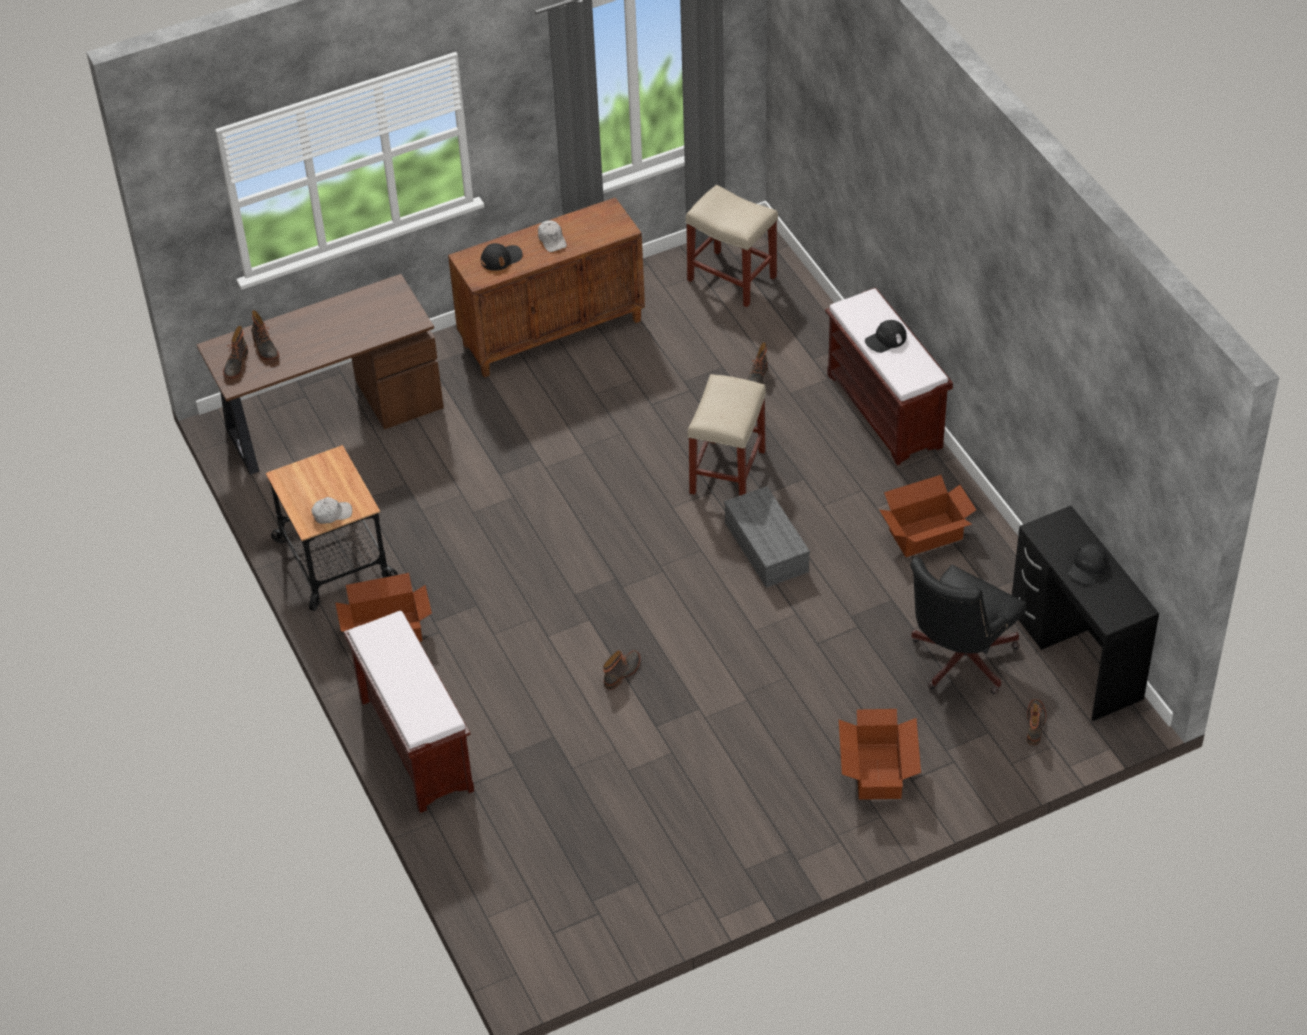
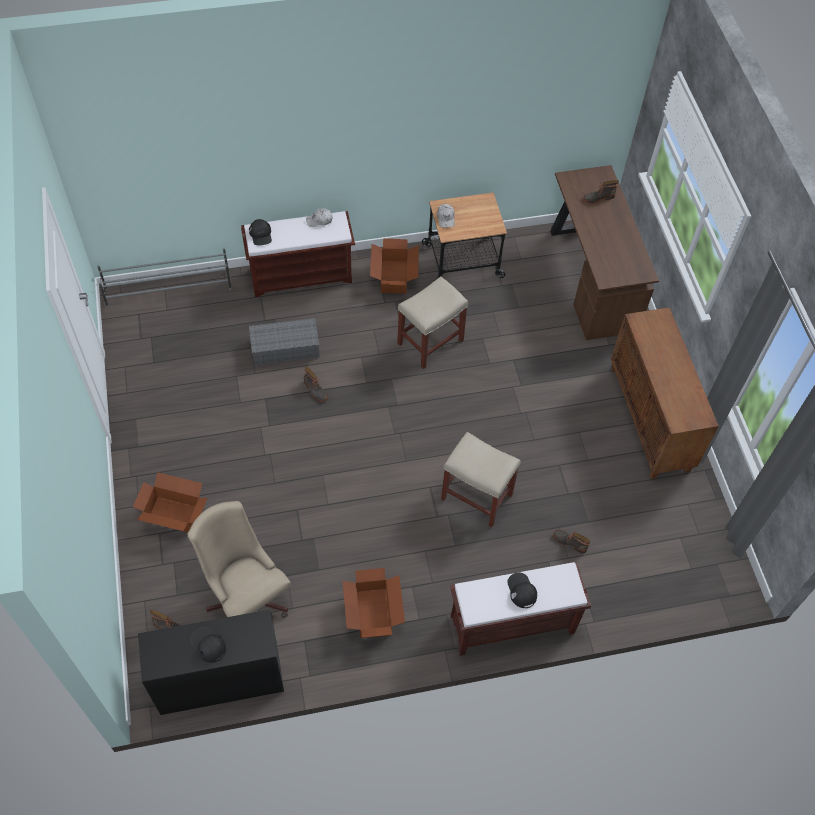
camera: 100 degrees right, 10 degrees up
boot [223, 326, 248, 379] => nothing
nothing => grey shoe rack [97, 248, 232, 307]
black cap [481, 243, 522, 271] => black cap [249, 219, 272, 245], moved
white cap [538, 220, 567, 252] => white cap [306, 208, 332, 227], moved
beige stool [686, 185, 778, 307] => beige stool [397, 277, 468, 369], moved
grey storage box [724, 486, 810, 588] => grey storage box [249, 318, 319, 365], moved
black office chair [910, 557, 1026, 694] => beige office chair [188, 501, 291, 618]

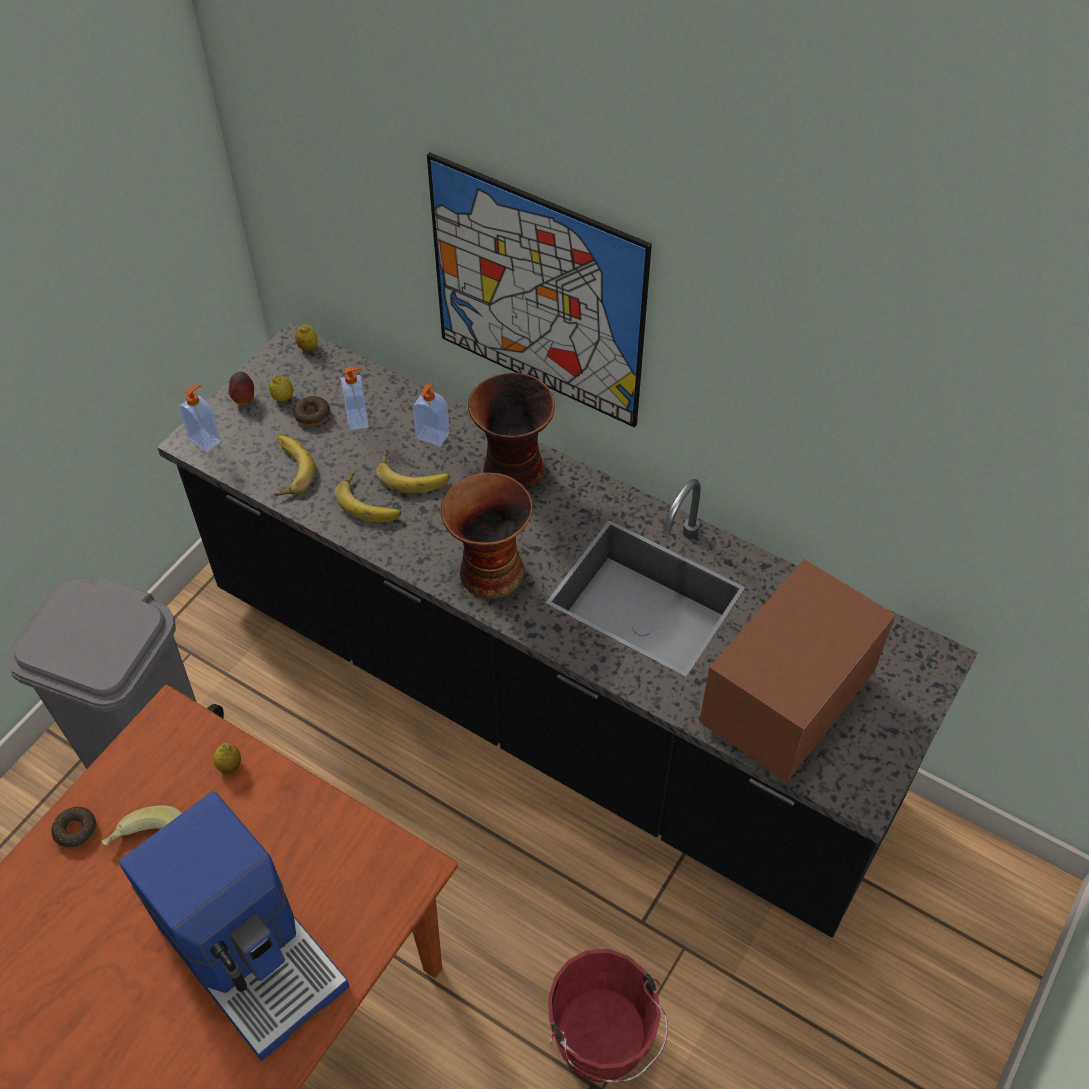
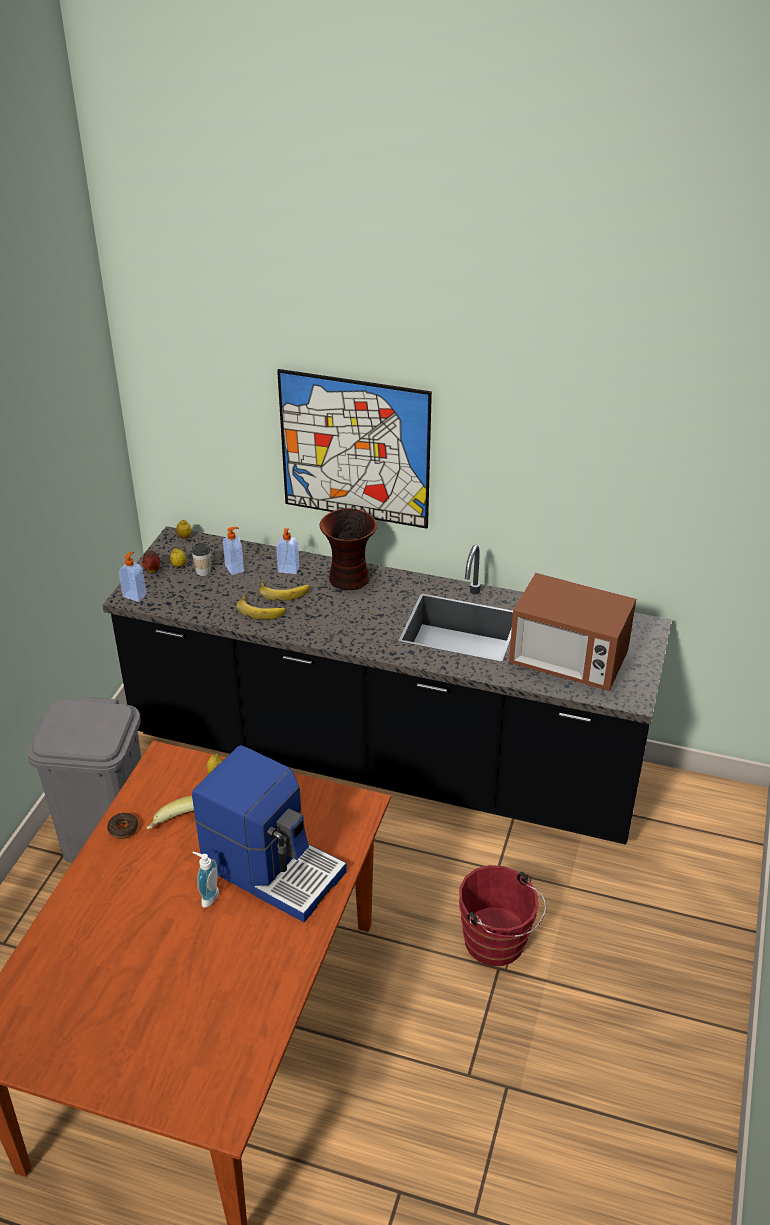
camera: 15 degrees left, 15 degrees down
banana [275, 436, 315, 496] => nothing
vase [441, 472, 533, 599] => nothing
nothing => soap dispenser [192, 852, 219, 908]
donut [293, 396, 330, 427] => cup [191, 543, 211, 576]
microwave [699, 559, 896, 782] => microwave [509, 573, 636, 691], 90 degrees counterclockwise

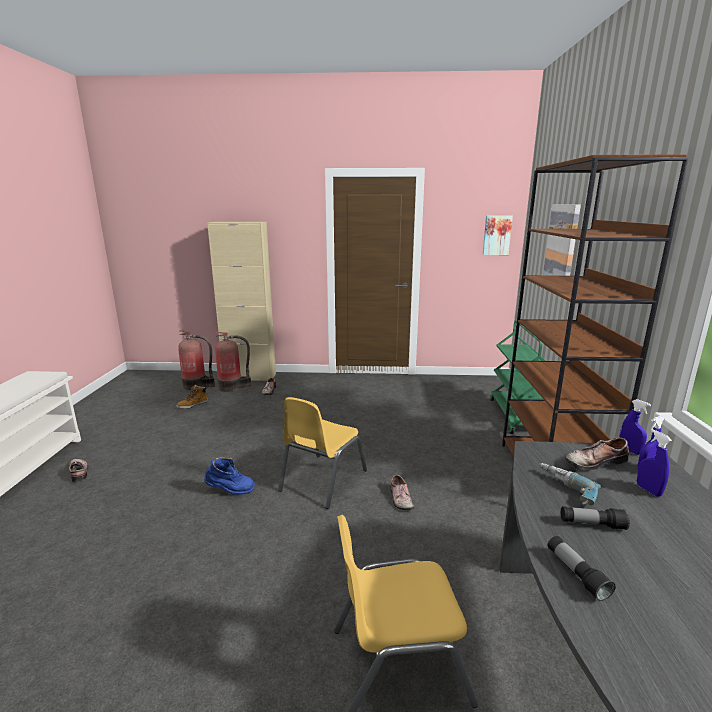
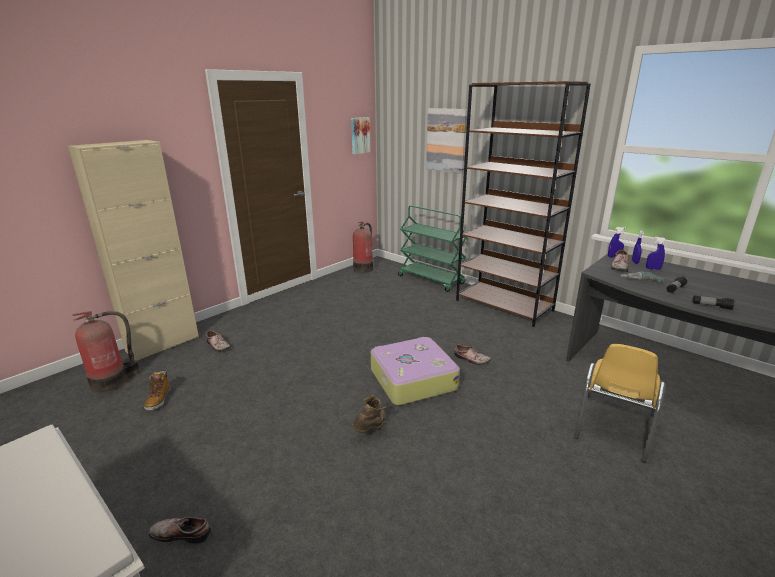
camera: 50 degrees left, 5 degrees up
fire extinguisher [215, 332, 251, 392] => fire extinguisher [353, 221, 373, 273], moved
yellow chair [278, 397, 367, 509] => suitcase [371, 337, 460, 405]
blue boot [204, 457, 255, 495] => brown boot [351, 395, 387, 433]

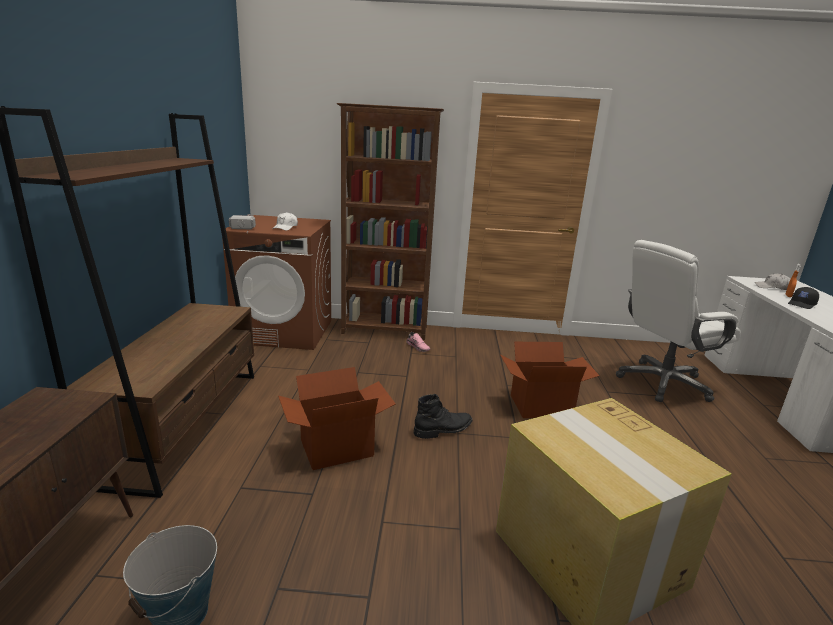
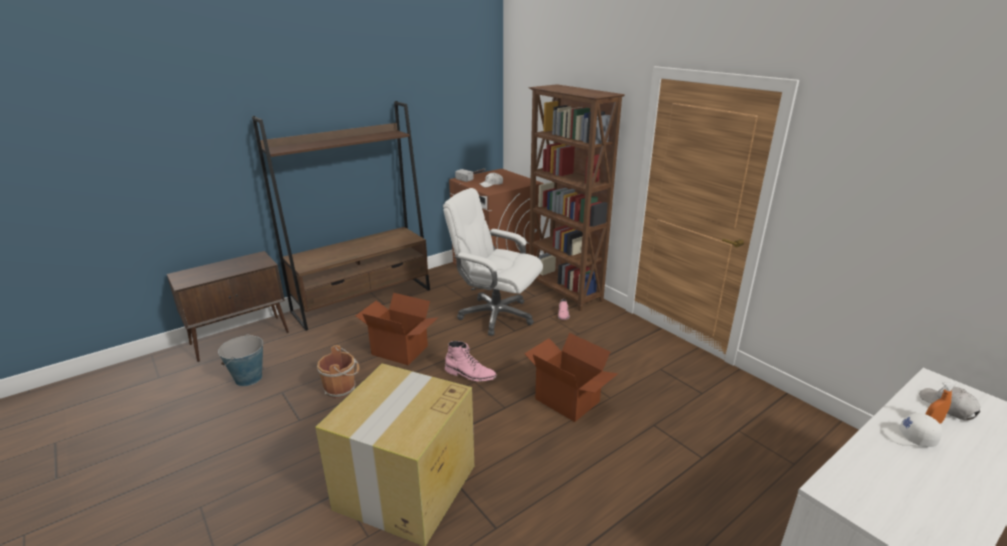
camera: 50 degrees right, 5 degrees up
nothing => brown bucket [317, 345, 360, 398]
white office chair [616, 240, 741, 402] => white office chair [443, 188, 543, 336], moved
black boot [414, 394, 472, 439] => pink boot [445, 341, 497, 382]
black cap [788, 287, 819, 309] => white cap [882, 413, 942, 447]

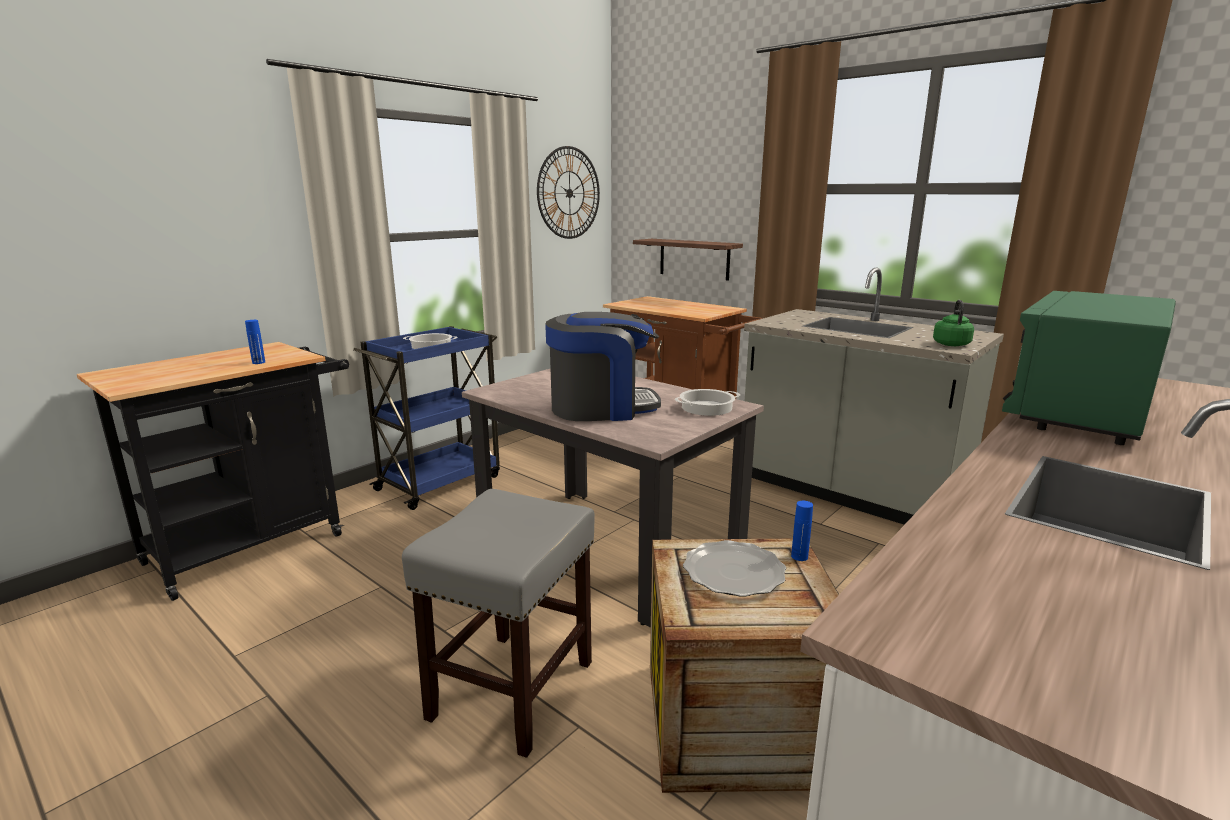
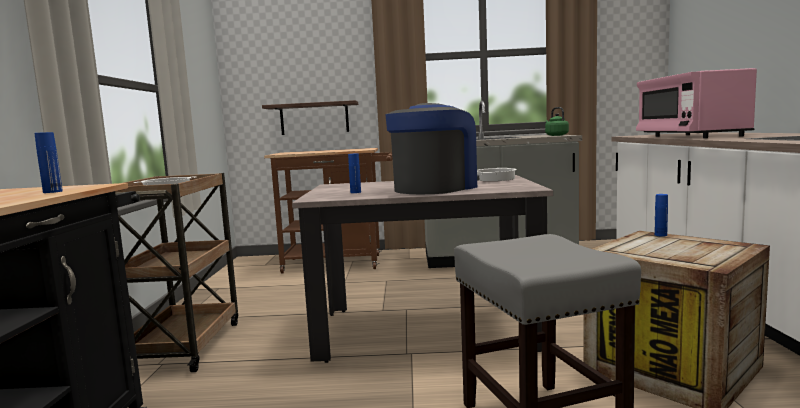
camera: 40 degrees left, 10 degrees down
wall clock [537, 146, 600, 239] => nothing
plate [683, 540, 786, 597] => nothing
nothing => blue bottle [348, 153, 361, 193]
blue cart [353, 326, 500, 510] => brown cart [115, 173, 238, 372]
green microwave [1002, 291, 1176, 445] => pink microwave [636, 68, 757, 138]

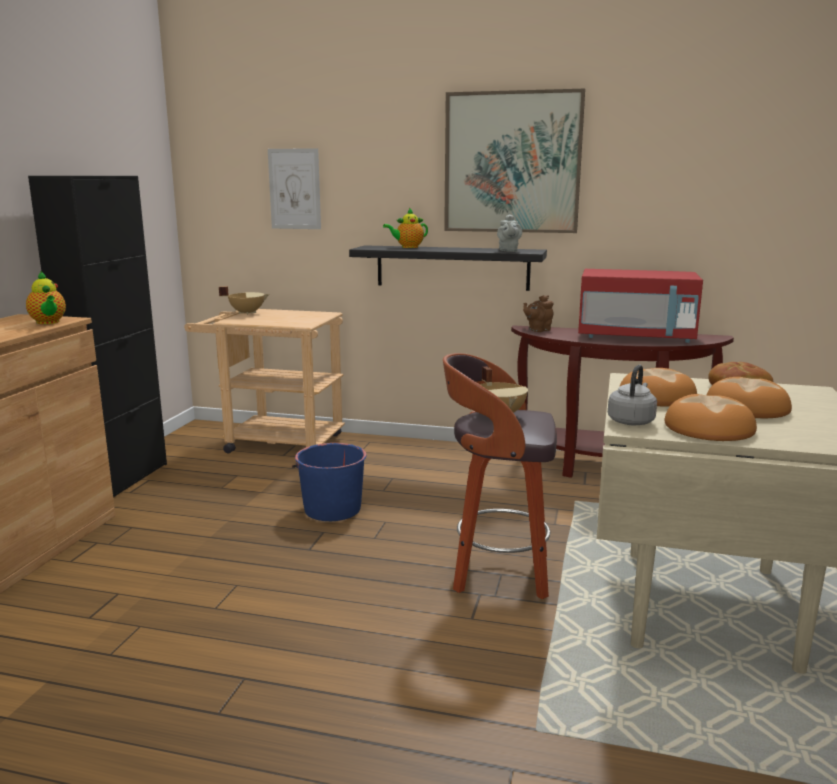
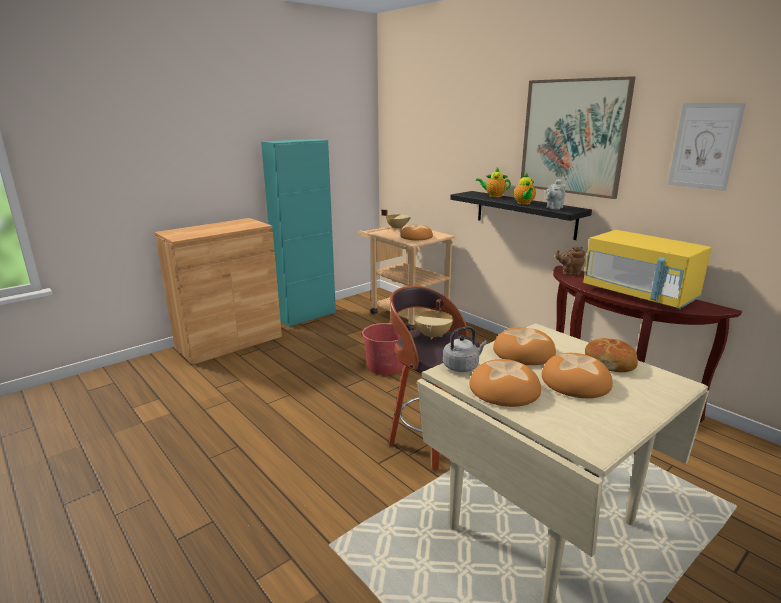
camera: 35 degrees right, 5 degrees up
nothing => bread [400, 224, 433, 240]
teapot [26, 271, 66, 324] => teapot [514, 173, 536, 205], moved
picture [268, 148, 321, 229] => picture [668, 103, 746, 191], moved
black cabinet [28, 176, 167, 497] => turquoise cabinet [261, 139, 336, 327]
blue bucket [292, 443, 367, 521] => red bucket [361, 323, 404, 375]
red microwave [578, 269, 703, 343] => yellow microwave [583, 230, 711, 309]

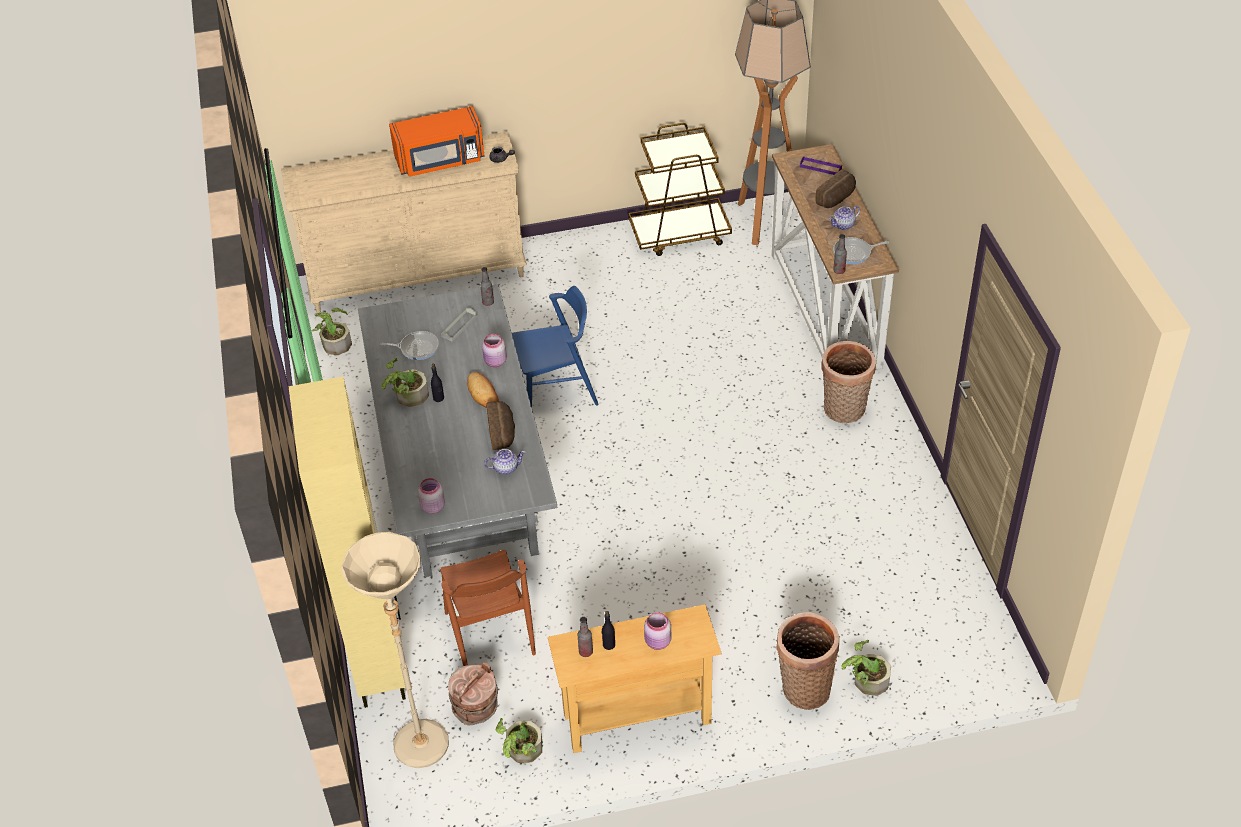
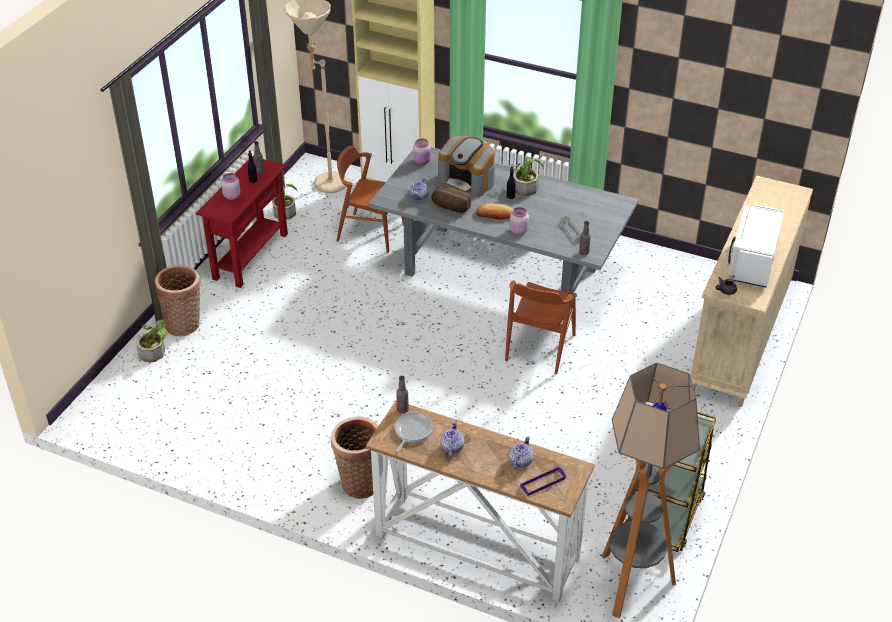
camera: 125 degrees right, 5 degrees down
potted plant [311, 308, 352, 355] => nothing
frying pan [380, 331, 439, 360] => nothing
brown bucket [448, 662, 498, 725] => nothing
bread [815, 169, 856, 208] => nothing
nothing => coffee machine [438, 135, 495, 197]
nothing => teapot [509, 436, 533, 470]
orange microwave [389, 106, 485, 177] => white microwave [728, 204, 785, 288]
blue chair [512, 286, 599, 407] => brown chair [505, 280, 577, 374]
beige console table [548, 604, 721, 753] => red console table [196, 156, 288, 288]

